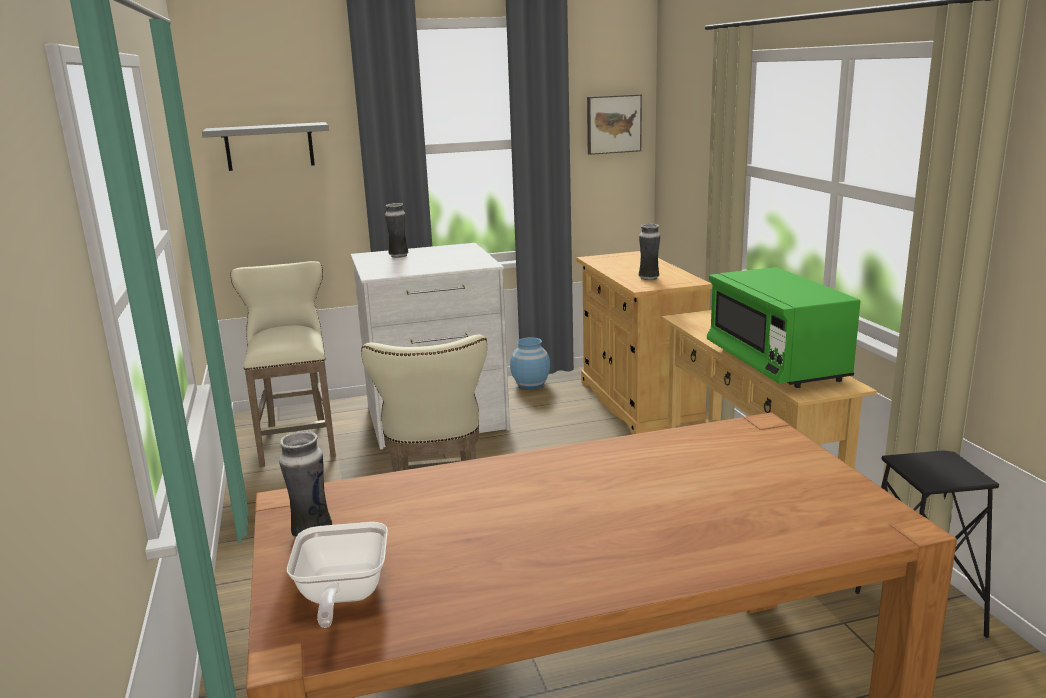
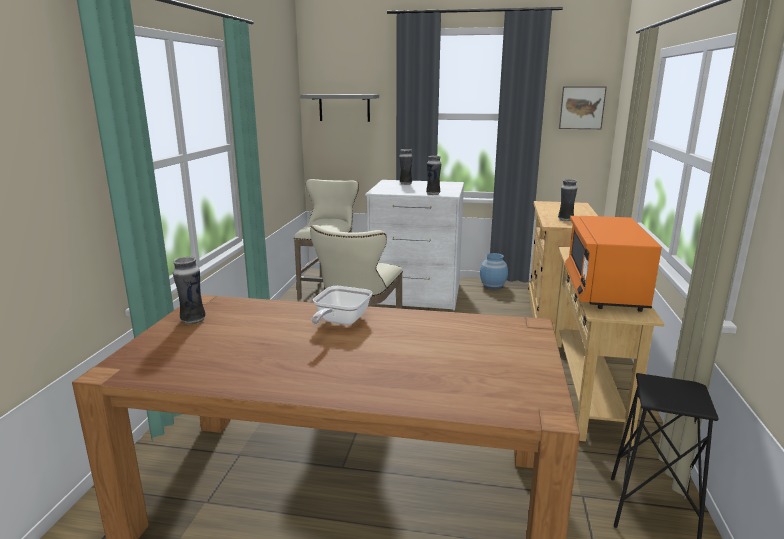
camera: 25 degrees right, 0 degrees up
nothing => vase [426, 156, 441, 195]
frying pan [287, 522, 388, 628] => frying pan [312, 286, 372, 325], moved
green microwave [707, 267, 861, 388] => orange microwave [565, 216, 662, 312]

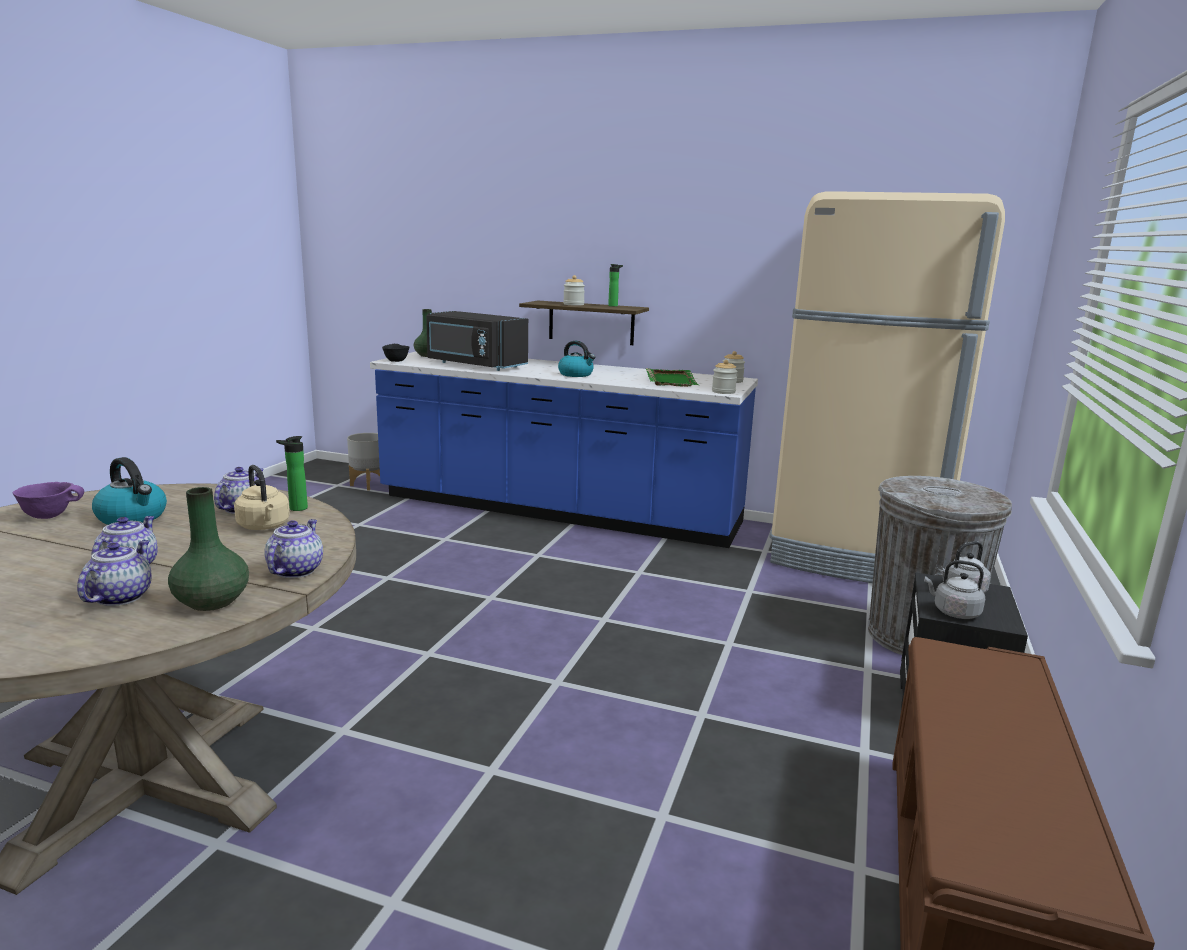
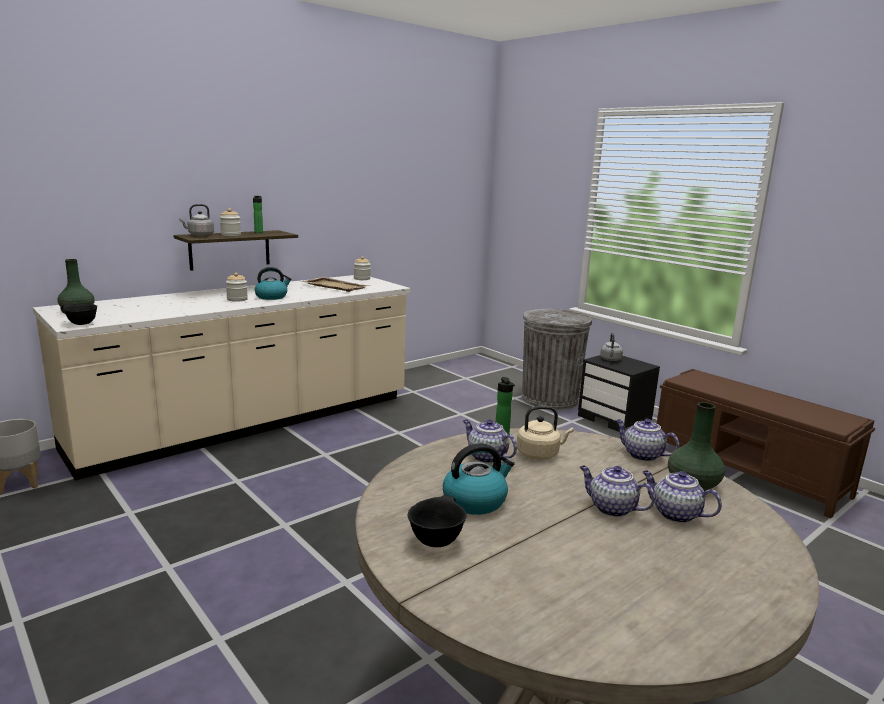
camera: 60 degrees left, 0 degrees up
black microwave [426, 311, 528, 371] => nothing
beige fridge [770, 191, 1005, 583] => nothing
jar [712, 360, 738, 394] => jar [226, 273, 248, 302], moved
grey kettle [924, 560, 985, 619] => grey kettle [179, 204, 214, 236], moved
purple bowl [13, 482, 84, 519] => black bowl [407, 495, 467, 547]
blue counter [370, 352, 758, 548] => beige counter [33, 275, 410, 481]
green tray [646, 368, 699, 387] => beige tray [301, 277, 371, 292]

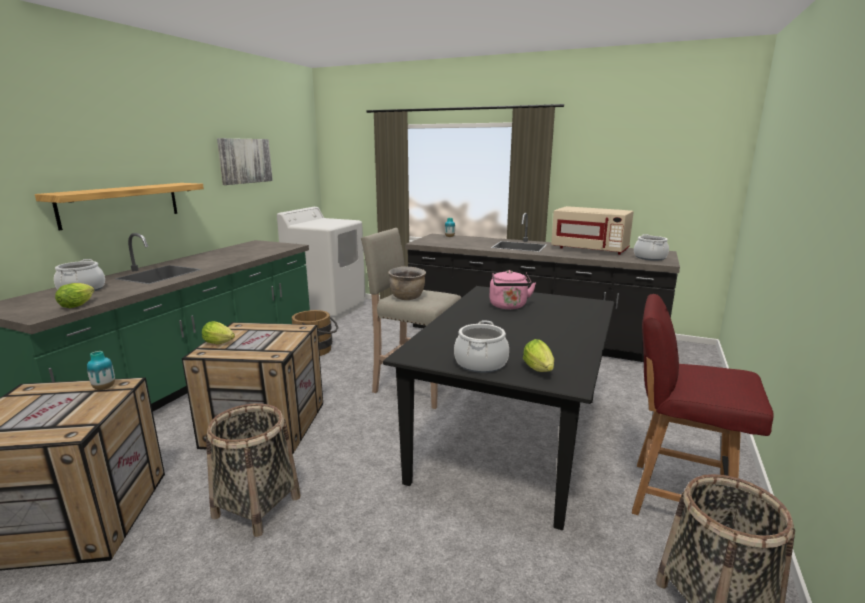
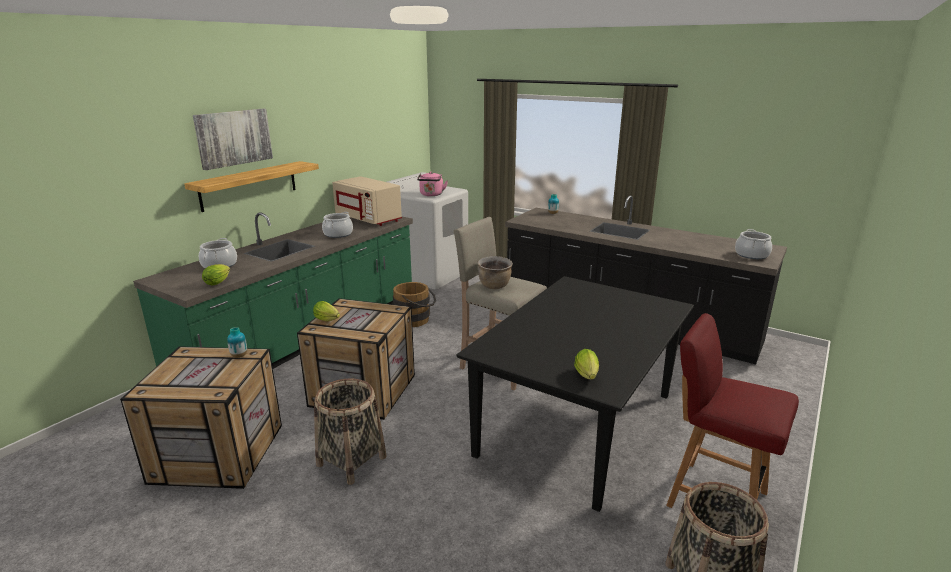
camera: 10 degrees right, 5 degrees up
picture [217, 138, 273, 185] => picture [193, 109, 273, 170], moved
cooking pot [454, 320, 509, 373] => cooking pot [322, 212, 353, 238], moved
pink kettle [490, 270, 536, 309] => pink kettle [417, 172, 448, 196], moved
beige microwave [551, 206, 634, 255] => beige microwave [332, 176, 402, 226], moved

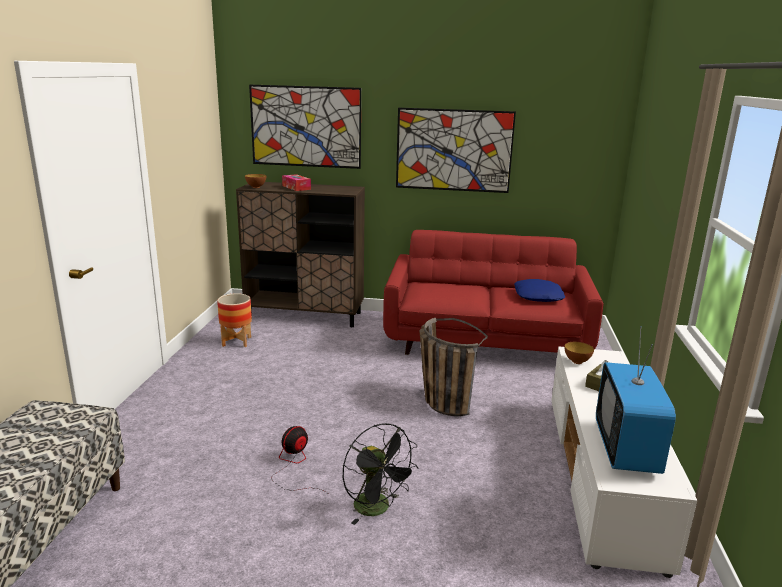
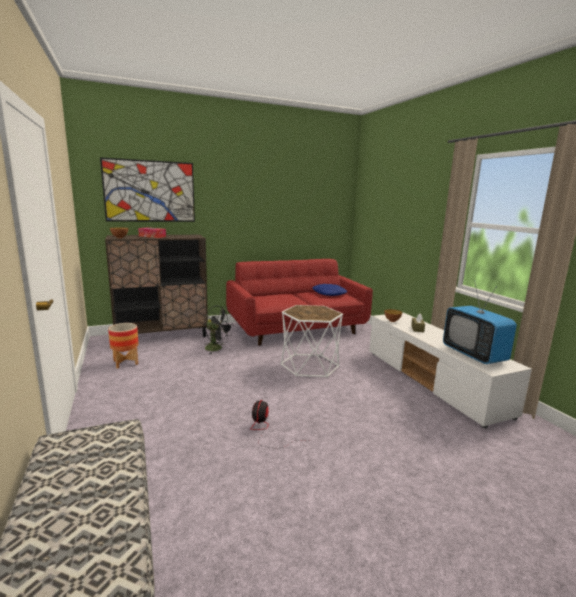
camera: 30 degrees left, 5 degrees down
picture [396, 108, 516, 193] => nothing
black fan [343, 423, 419, 525] => black fan [205, 306, 233, 354], moved
basket [420, 318, 488, 416] => white side table [281, 305, 343, 378]

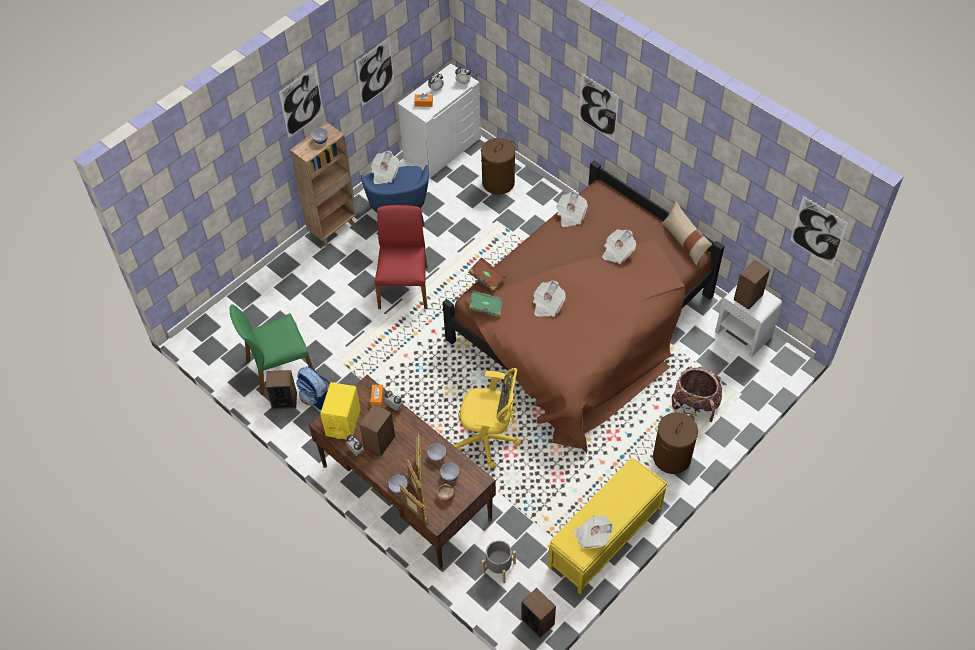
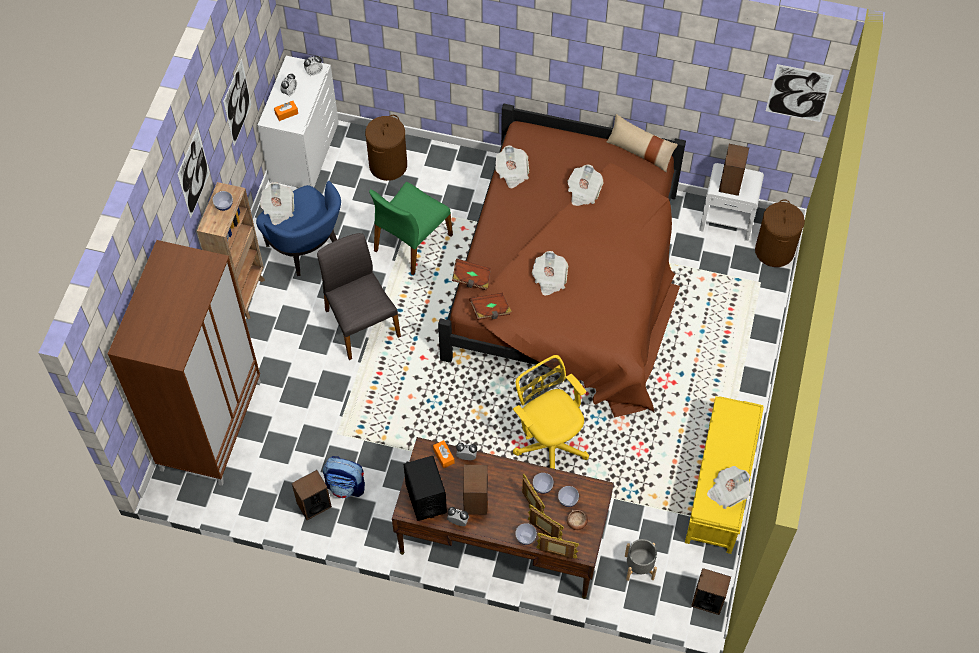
camera: 30 degrees left, 5 degrees up
picture [579, 74, 619, 141] => nothing
backpack [672, 366, 722, 422] => nothing
nothing => brown wardrobe [108, 240, 261, 486]
green chair [229, 304, 313, 395] => green chair [369, 182, 453, 275], moved
brown laundry basket [653, 412, 698, 474] => brown laundry basket [755, 199, 805, 267], moved
yellow speaker [320, 382, 361, 440] => black speaker [404, 456, 447, 521]
red chair [375, 205, 427, 309] => grey chair [317, 233, 401, 360]
green book [468, 290, 503, 318] => brown book [469, 293, 512, 320]
yellow office chair [453, 368, 521, 469] => yellow office chair [513, 355, 589, 469], 105 degrees counterclockwise

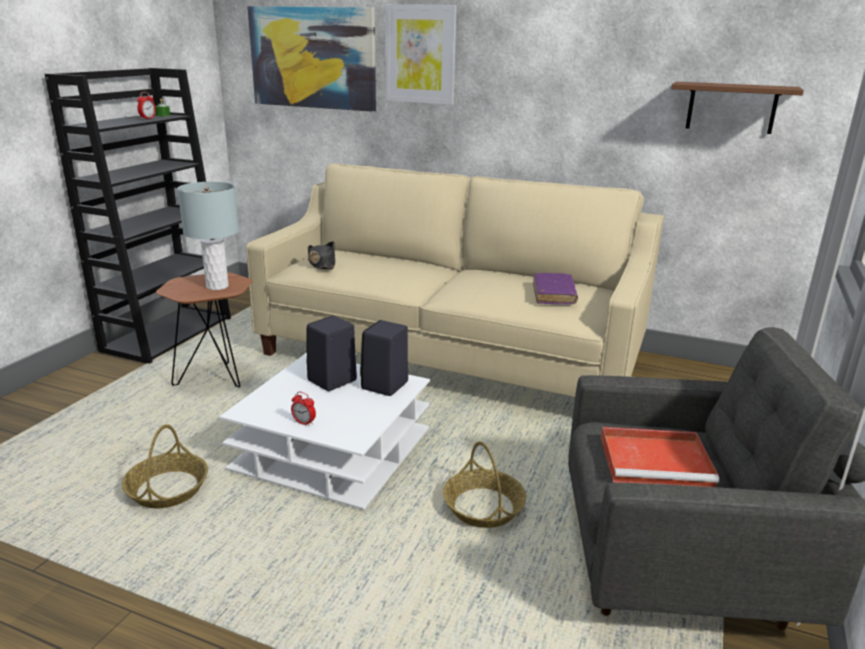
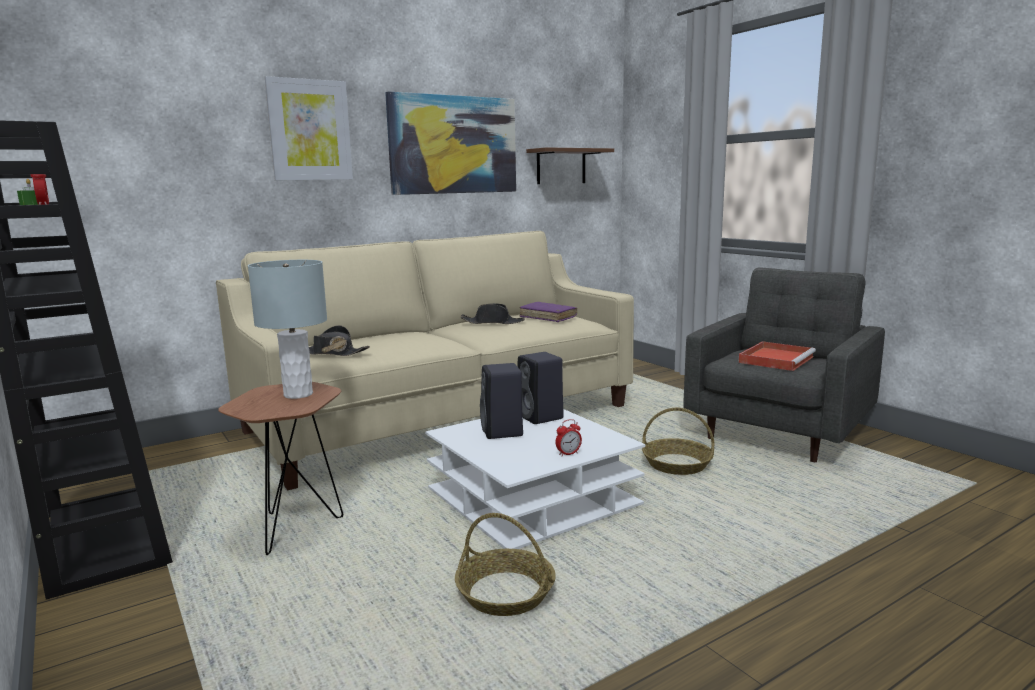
camera: 55 degrees left, 10 degrees down
nothing => black hat [461, 303, 525, 324]
picture [247, 6, 376, 112] => picture [385, 92, 516, 195], moved

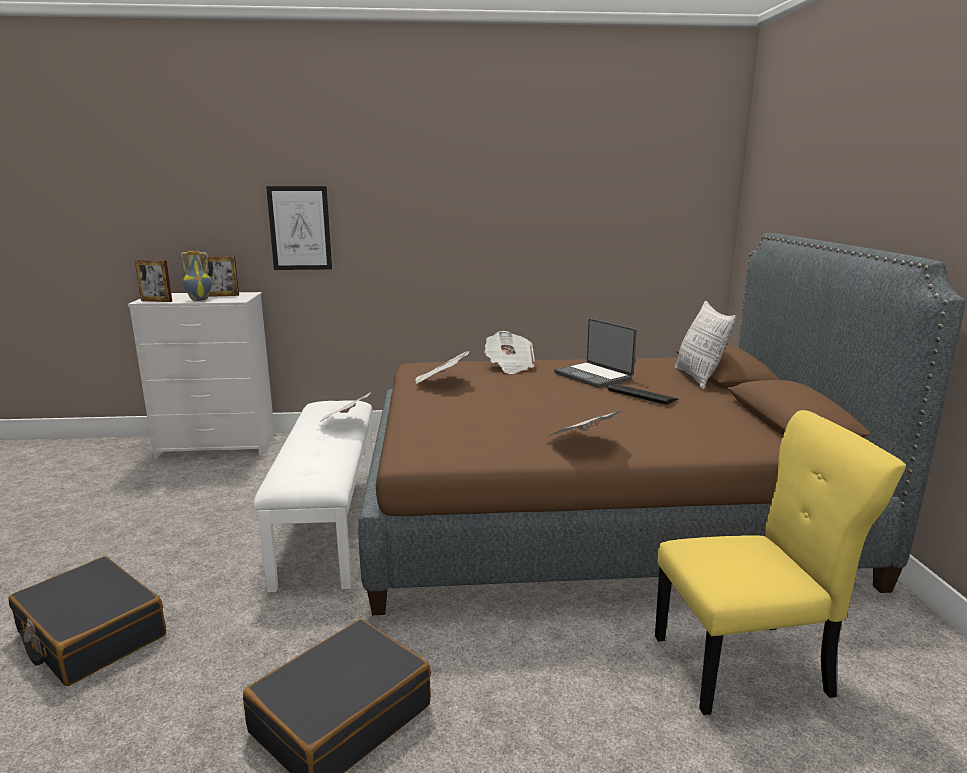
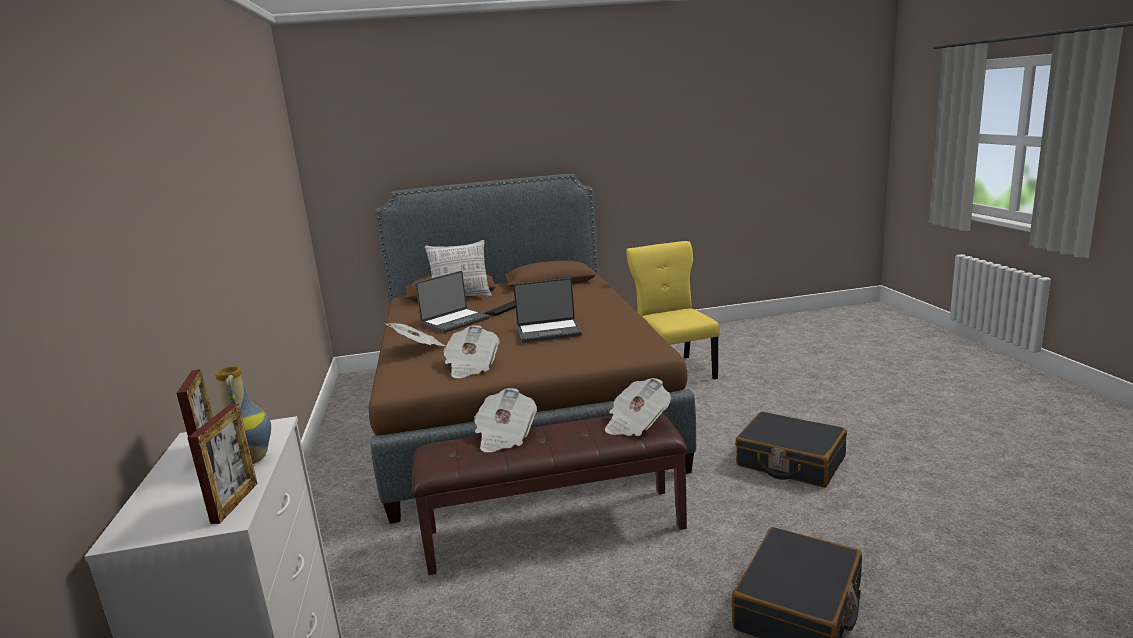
camera: 95 degrees left, 0 degrees up
picture [266, 186, 332, 270] => nothing
nothing => laptop [513, 278, 582, 343]
newspaper [546, 411, 622, 437] => newspaper [605, 378, 671, 436], moved
white bench [254, 400, 373, 592] => brown bench [412, 413, 687, 575]

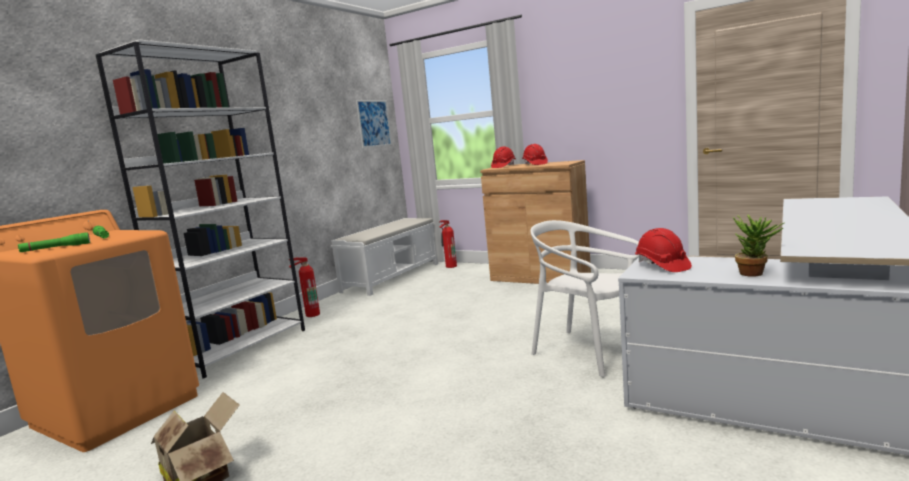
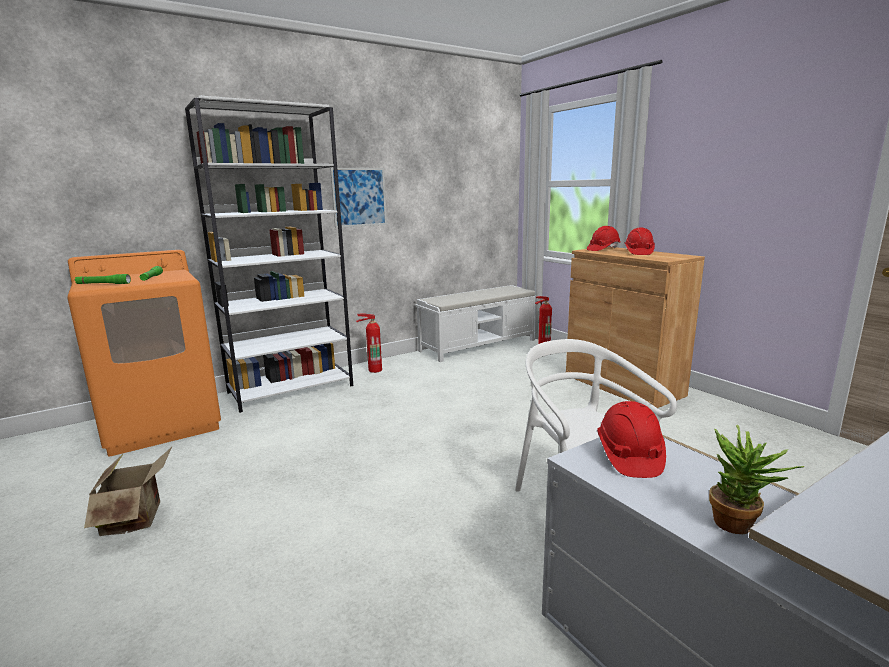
camera: 25 degrees right, 5 degrees up
picture [356, 100, 392, 148] => picture [330, 168, 387, 228], moved

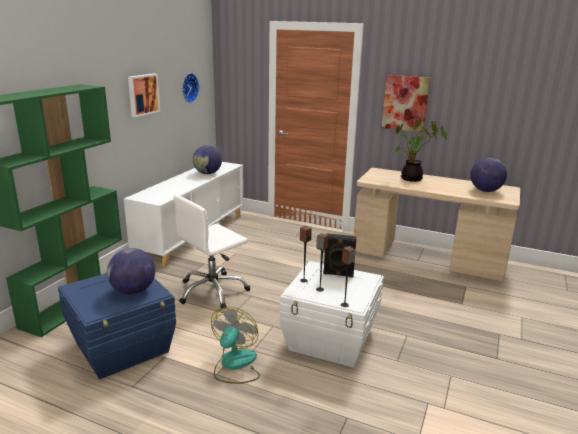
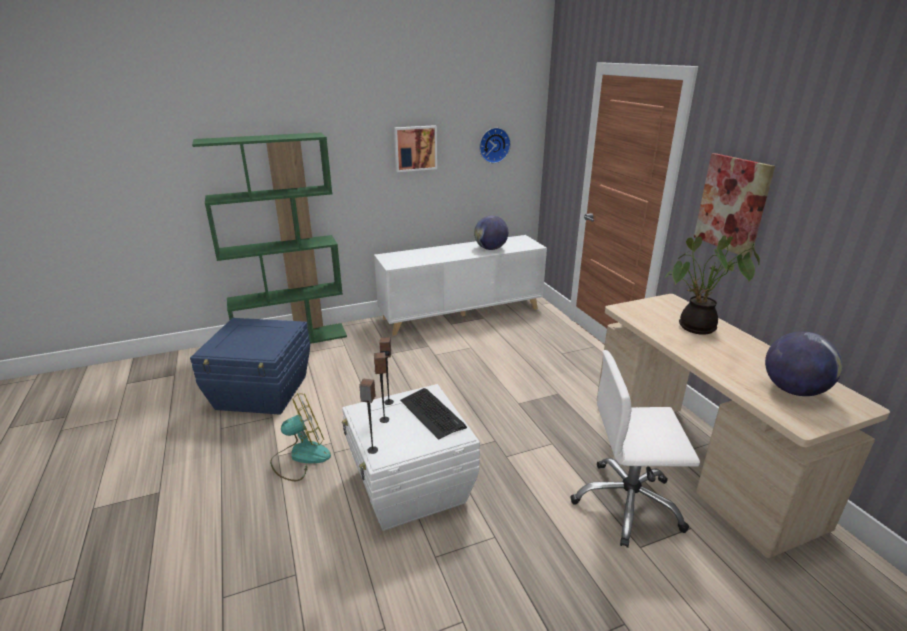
camera: 45 degrees right, 5 degrees up
globe [107, 248, 155, 295] => nothing
white office chair [173, 195, 250, 308] => white office chair [570, 350, 700, 548], moved
black speaker [323, 233, 357, 278] => keyboard [400, 388, 467, 440]

